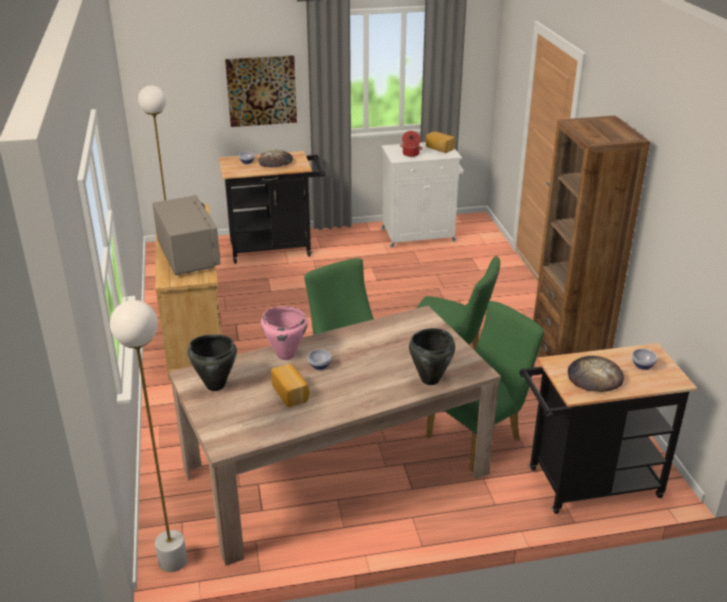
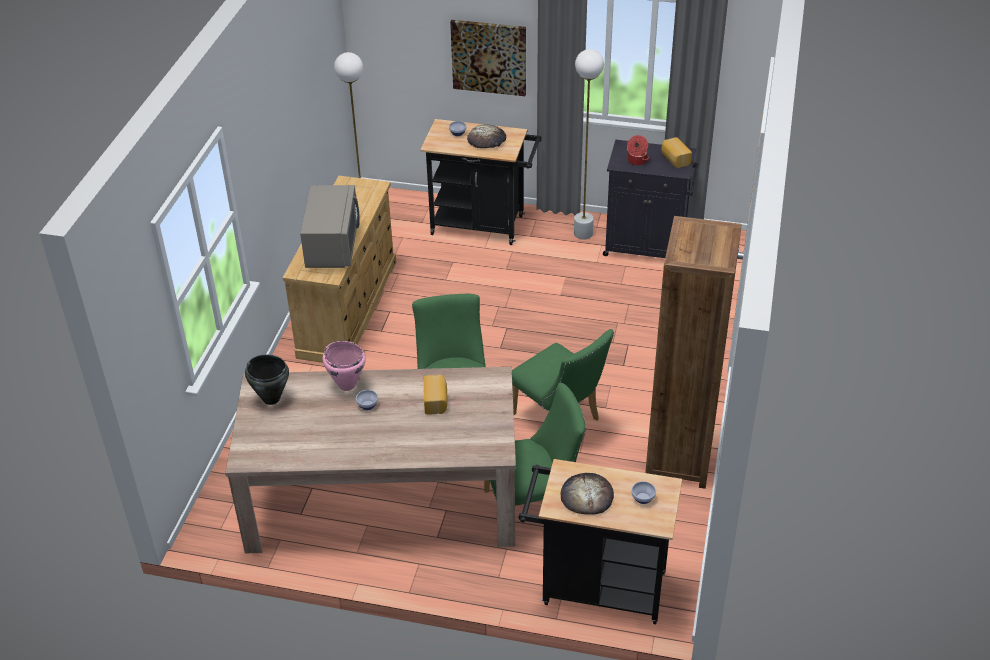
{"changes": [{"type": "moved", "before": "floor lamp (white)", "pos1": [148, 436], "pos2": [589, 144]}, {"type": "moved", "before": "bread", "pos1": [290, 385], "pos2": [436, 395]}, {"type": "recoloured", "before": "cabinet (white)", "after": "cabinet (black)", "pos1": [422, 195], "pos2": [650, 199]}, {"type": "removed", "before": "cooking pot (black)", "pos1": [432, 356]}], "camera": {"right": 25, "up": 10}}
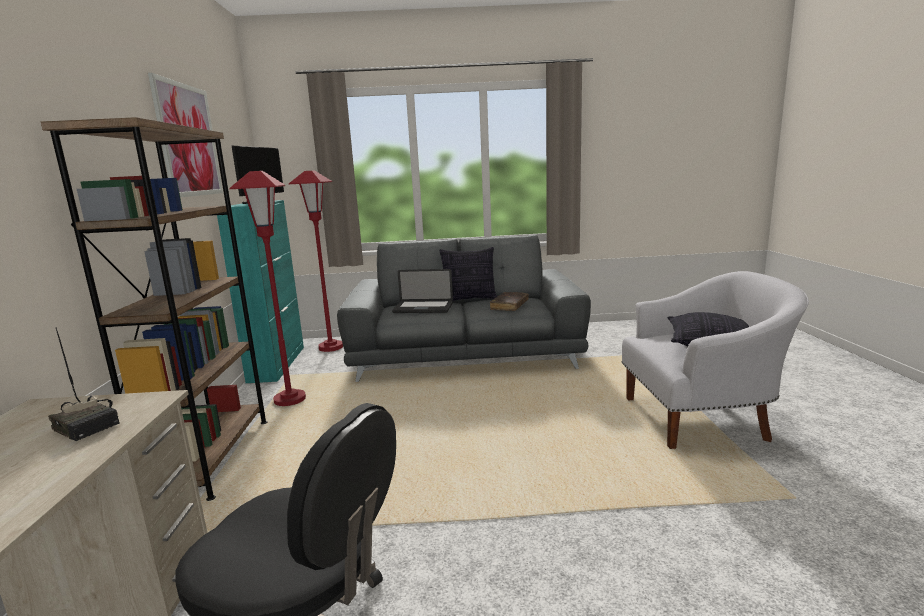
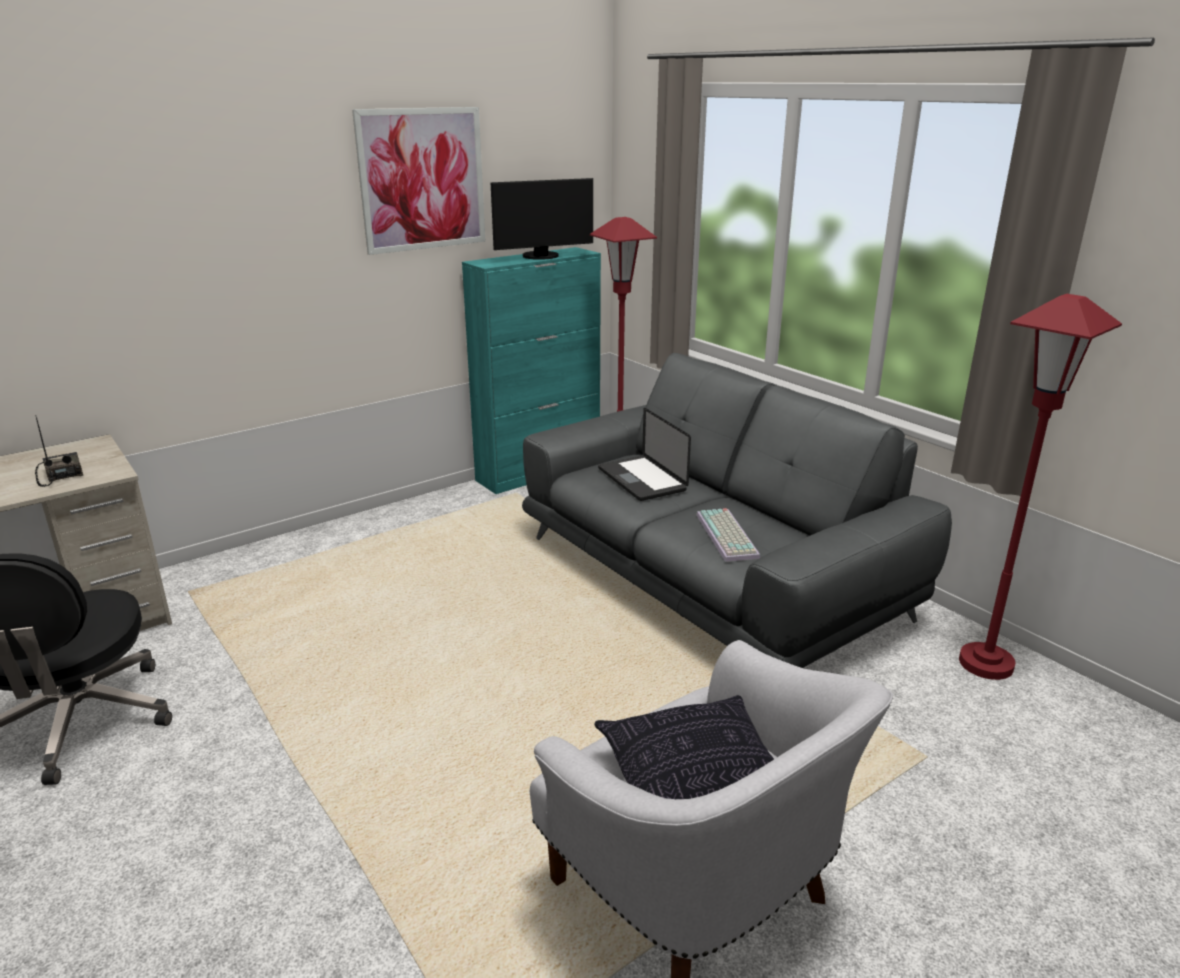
{"changes": [{"type": "removed", "before": "bookcase (brown)", "pos1": [154, 309]}, {"type": "turned", "before": "radio", "pos1": [84, 384], "pos2": [59, 451], "turn": 150}, {"type": "moved", "before": "floor lamp (red)", "pos1": [267, 288], "pos2": [1040, 487]}, {"type": "removed", "before": "pillow", "pos1": [468, 274]}, {"type": "replaced", "before": "book (brown)", "after": "keyboard", "pos1": [509, 301], "pos2": [728, 535]}], "camera": {"right": 55, "up": 10}}
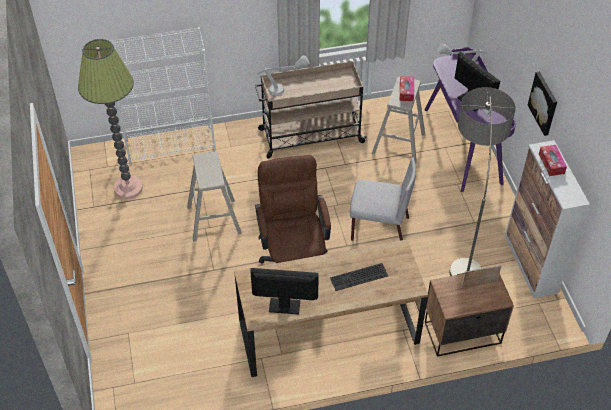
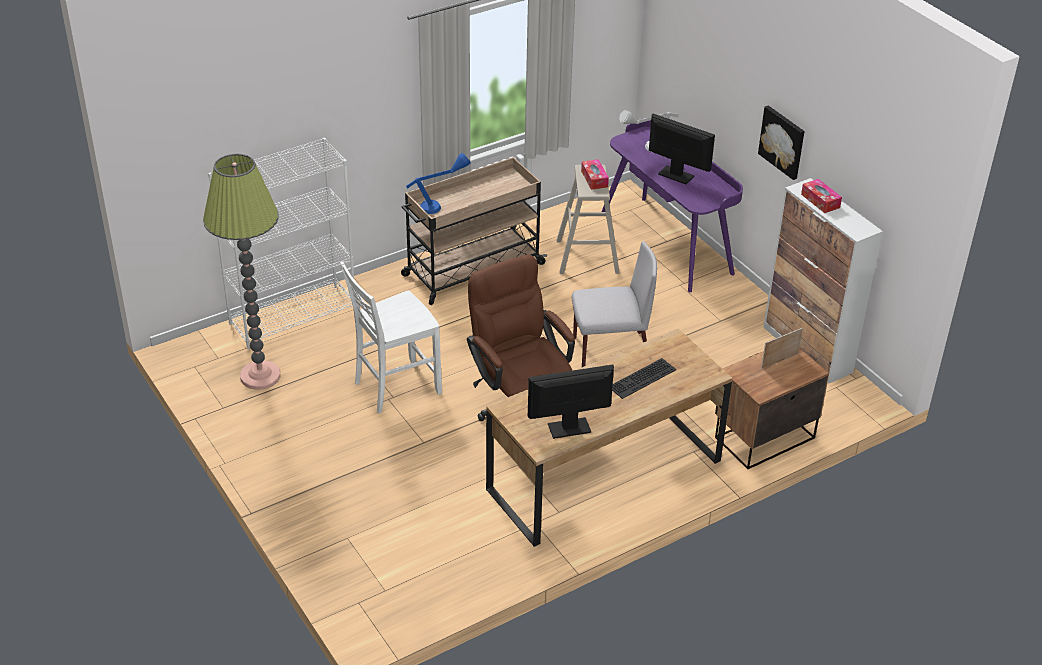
{"changes": [{"type": "replaced", "before": "stool (beige)", "after": "chair (white)", "pos1": [214, 196], "pos2": [391, 337]}, {"type": "recoloured", "before": "table lamp (grey)", "after": "table lamp (blue)", "pos1": [283, 75], "pos2": [438, 183]}, {"type": "removed", "before": "floor lamp", "pos1": [482, 181]}], "camera": {"right": -20, "up": -10}}
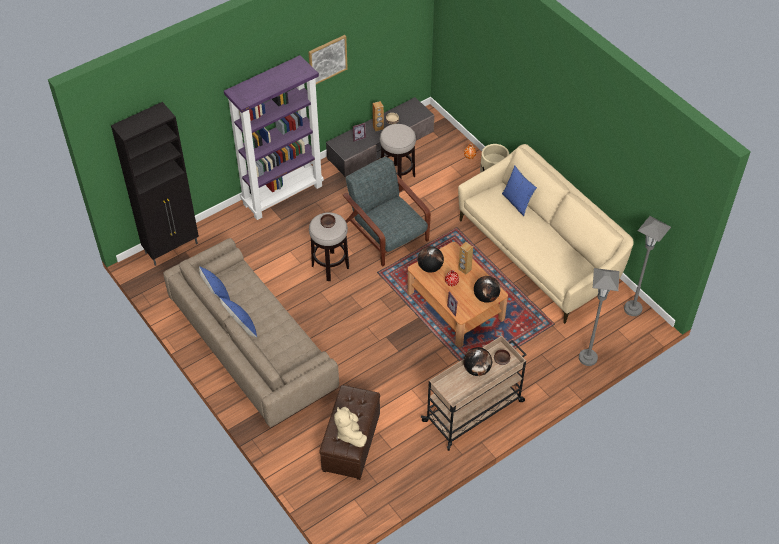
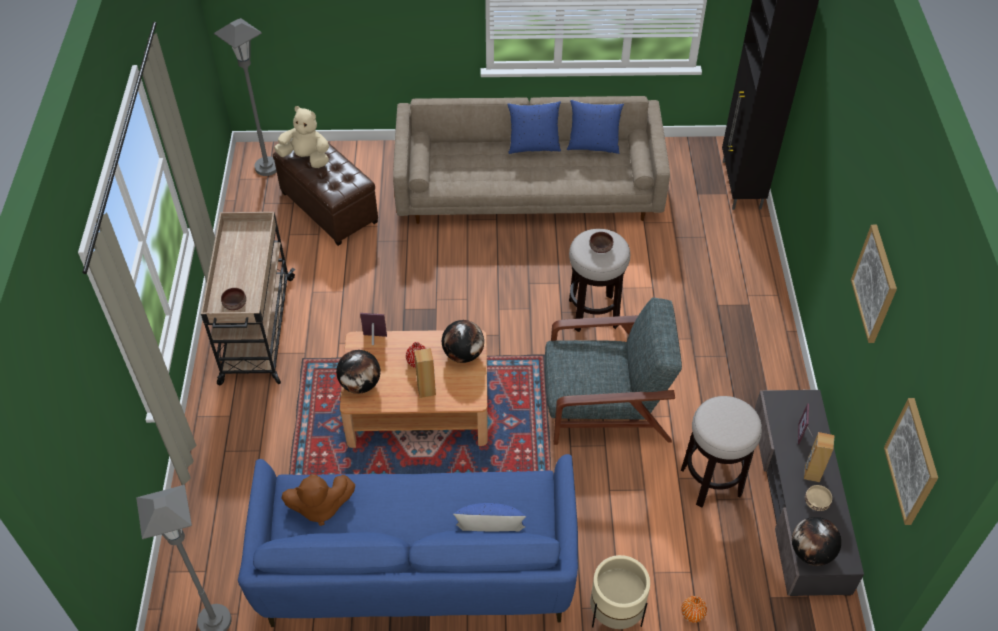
{"changes": [{"type": "removed", "before": "bookcase (purple)", "pos1": [274, 137]}, {"type": "recoloured", "before": "sofa (beige)", "after": "sofa (blue)", "pos1": [546, 234], "pos2": [408, 540]}, {"type": "moved", "before": "globe", "pos1": [477, 361], "pos2": [816, 541]}, {"type": "moved", "before": "floor lamp (grey)", "pos1": [599, 317], "pos2": [245, 97]}, {"type": "added", "after": "plush toy (brown)", "pos2": [318, 500]}, {"type": "added", "after": "picture", "pos2": [911, 461]}], "camera": {"right": 125, "up": 0}}
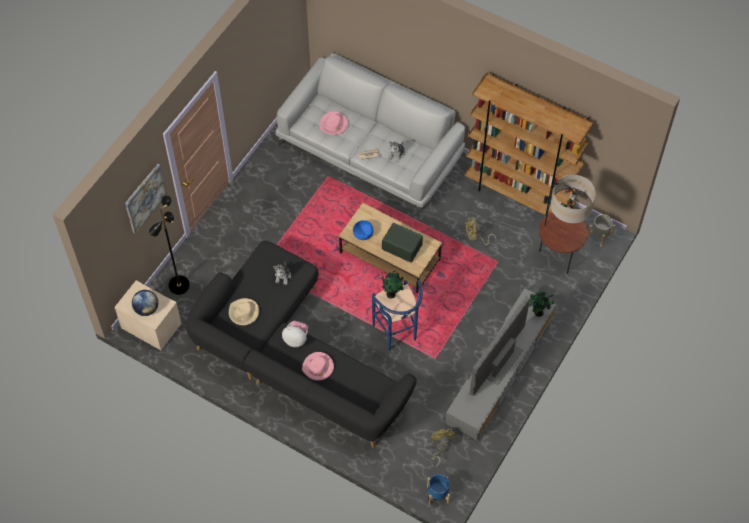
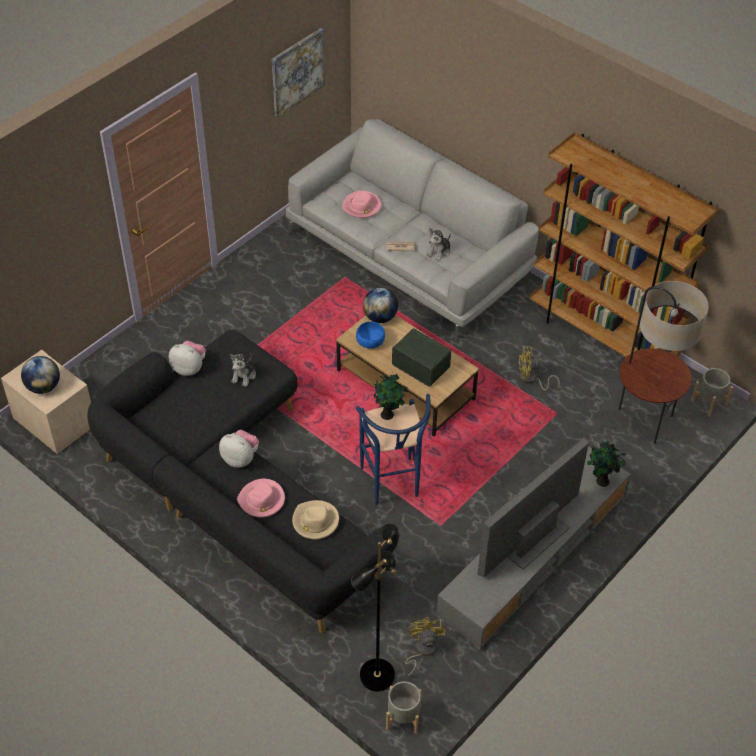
{"changes": [{"type": "moved", "before": "picture", "pos1": [146, 199], "pos2": [298, 72]}, {"type": "moved", "before": "floor lamp (black)", "pos1": [169, 245], "pos2": [375, 607]}, {"type": "moved", "before": "hat (beige)", "pos1": [244, 311], "pos2": [315, 519]}, {"type": "recoloured", "before": "planter (blue)", "after": "planter (grey)", "pos1": [438, 489], "pos2": [404, 707]}, {"type": "added", "after": "plush toy", "pos2": [187, 358]}, {"type": "added", "after": "globe", "pos2": [380, 305]}], "camera": {"right": 10, "up": -10}}
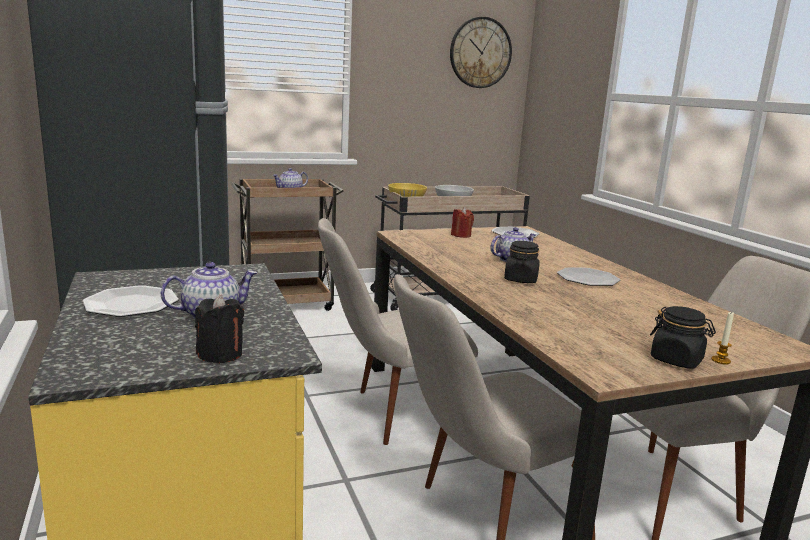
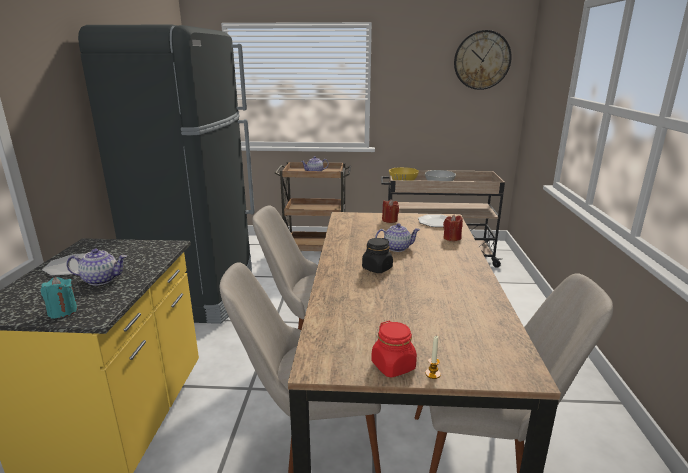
{"changes": [{"type": "recoloured", "before": "candle (black)", "after": "candle (turquoise)", "pos1": [219, 329], "pos2": [59, 298]}, {"type": "removed", "before": "plate", "pos1": [588, 276]}, {"type": "recoloured", "before": "jar (black)", "after": "jar (red)", "pos1": [683, 337], "pos2": [394, 349]}, {"type": "added", "after": "candle (red)", "pos2": [453, 227]}], "camera": {"right": 25, "up": 5}}
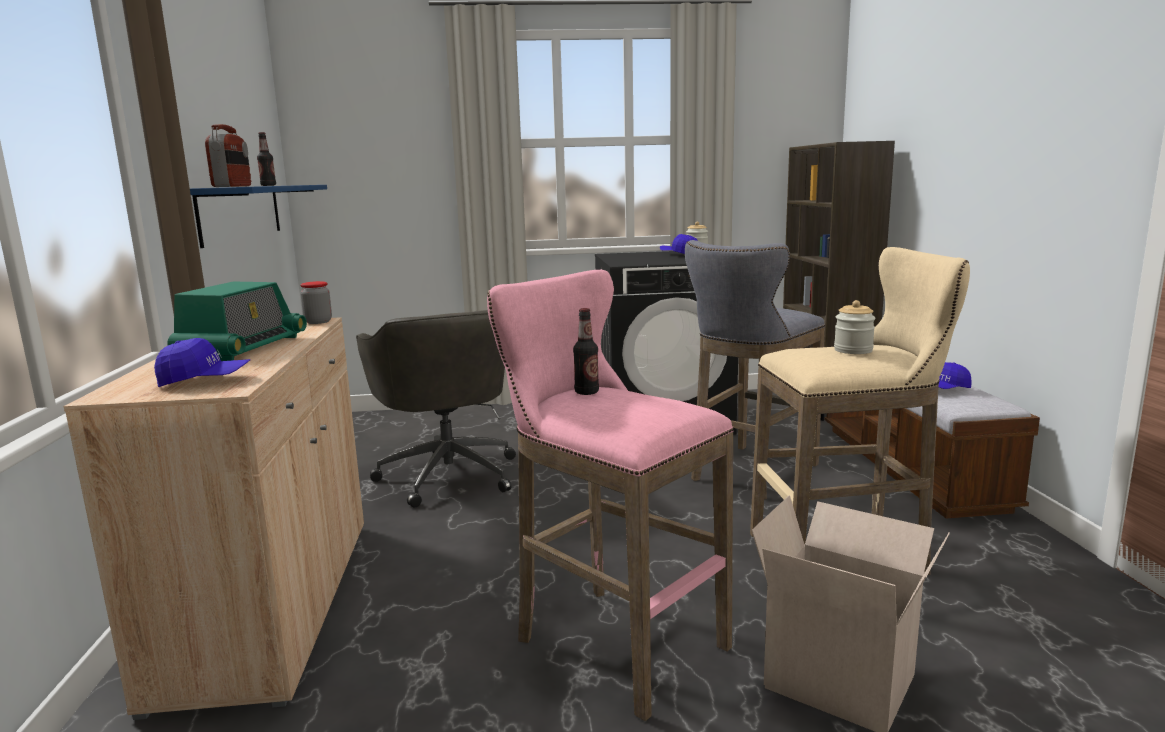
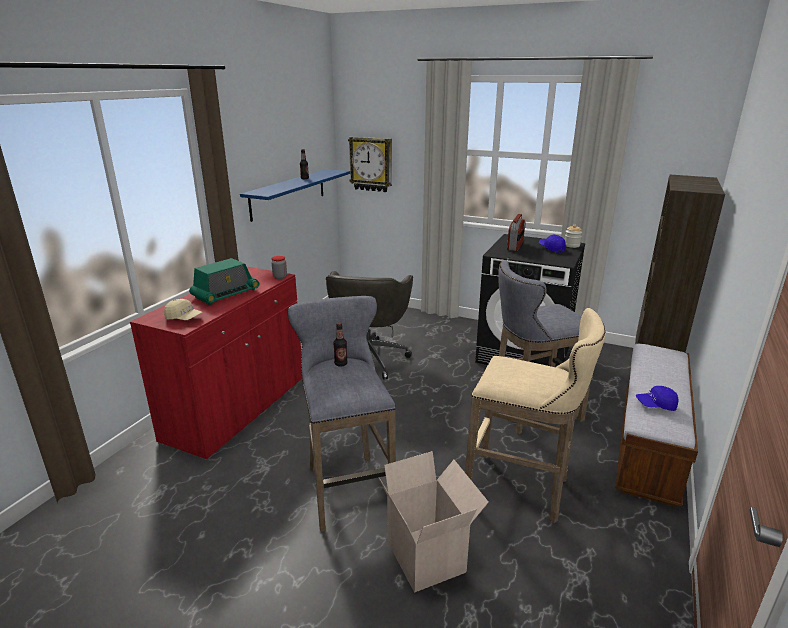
{"changes": [{"type": "recoloured", "before": "cabinet (beige)", "after": "cabinet (red)", "pos1": [214, 518], "pos2": [216, 364]}, {"type": "recoloured", "before": "cap (blue)", "after": "cap (beige)", "pos1": [202, 362], "pos2": [183, 309]}, {"type": "moved", "before": "radio", "pos1": [228, 155], "pos2": [516, 232]}, {"type": "recoloured", "before": "stool (pink)", "after": "stool (grey)", "pos1": [610, 495], "pos2": [342, 414]}, {"type": "removed", "before": "jar", "pos1": [855, 327]}, {"type": "added", "after": "wall clock", "pos2": [370, 164]}], "camera": {"right": 30, "up": 10}}
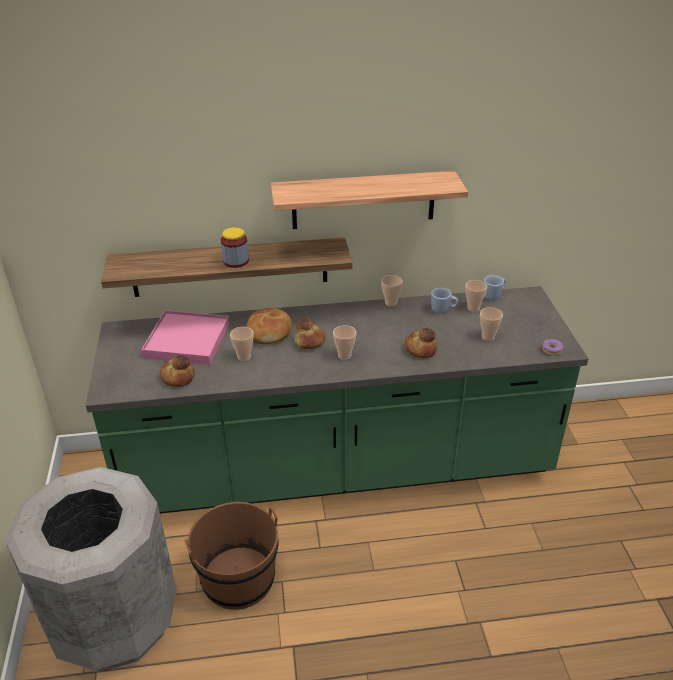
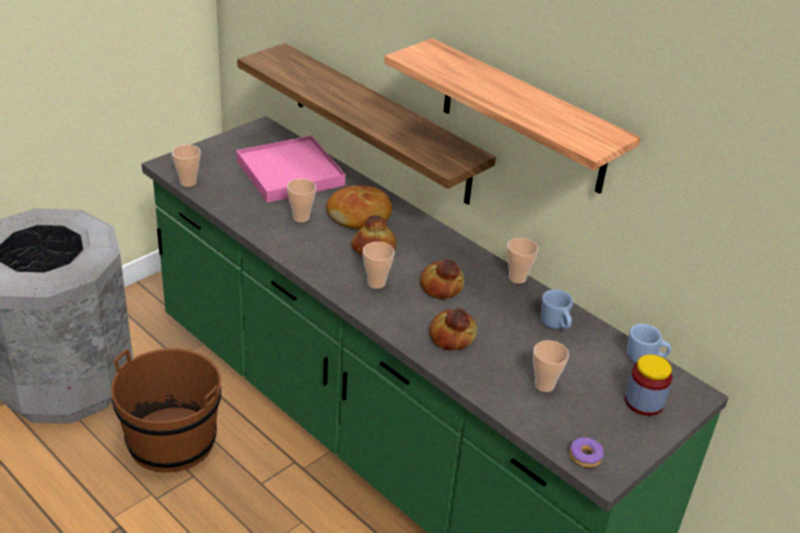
{"changes": [{"type": "moved", "before": "bread", "pos1": [177, 371], "pos2": [442, 279]}, {"type": "moved", "before": "jar", "pos1": [235, 247], "pos2": [649, 385]}, {"type": "moved", "before": "cup", "pos1": [476, 296], "pos2": [186, 166]}], "camera": {"right": 50, "up": 0}}
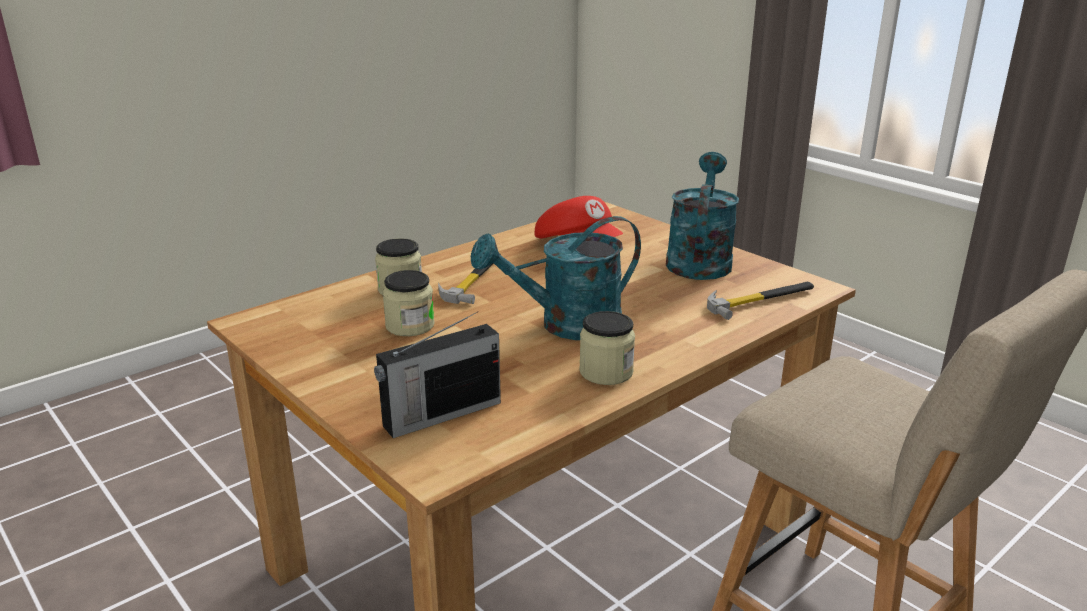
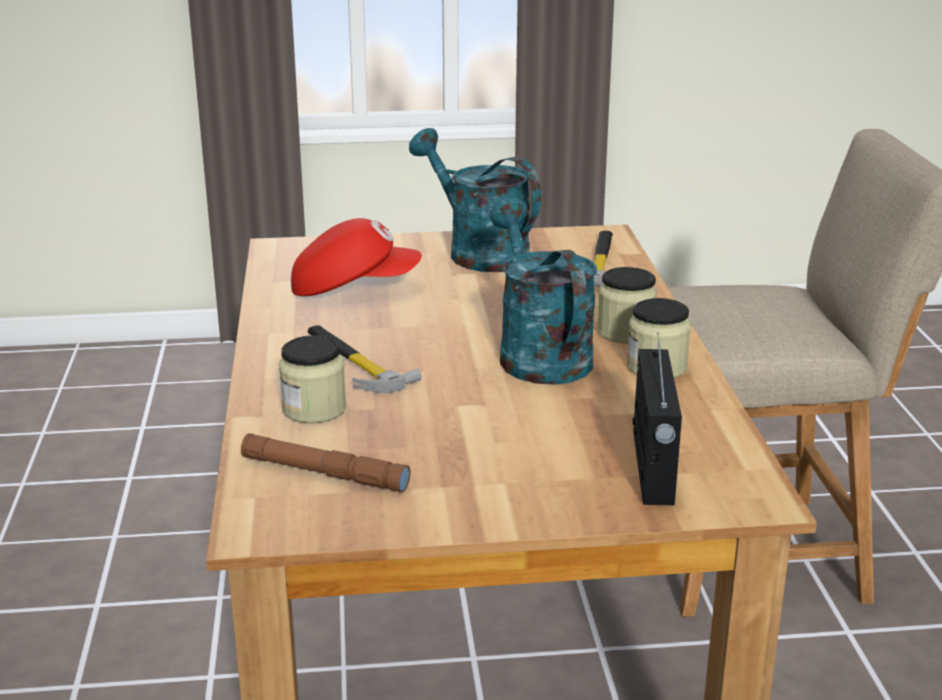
{"changes": [{"type": "moved", "before": "jar", "pos1": [408, 303], "pos2": [627, 305]}, {"type": "turned", "before": "watering can (turquoise)", "pos1": [556, 278], "pos2": [543, 291], "turn": 150}, {"type": "added", "after": "flashlight (brown)", "pos2": [326, 463]}], "camera": {"right": -55, "up": 0}}
